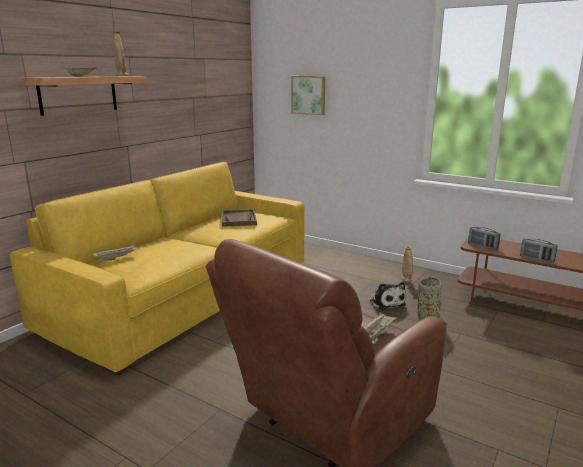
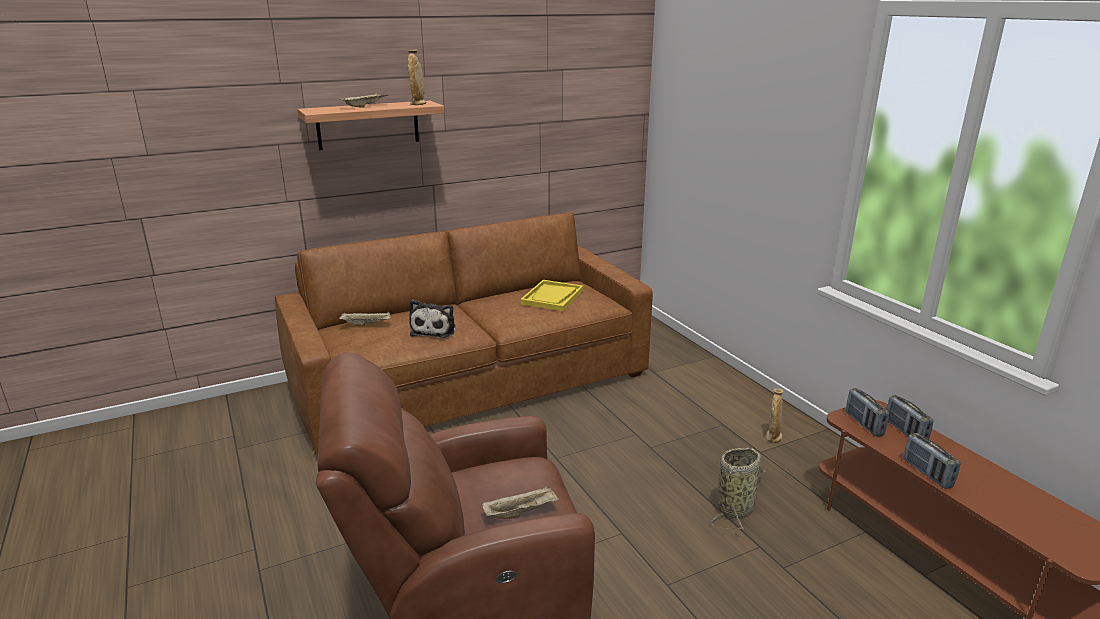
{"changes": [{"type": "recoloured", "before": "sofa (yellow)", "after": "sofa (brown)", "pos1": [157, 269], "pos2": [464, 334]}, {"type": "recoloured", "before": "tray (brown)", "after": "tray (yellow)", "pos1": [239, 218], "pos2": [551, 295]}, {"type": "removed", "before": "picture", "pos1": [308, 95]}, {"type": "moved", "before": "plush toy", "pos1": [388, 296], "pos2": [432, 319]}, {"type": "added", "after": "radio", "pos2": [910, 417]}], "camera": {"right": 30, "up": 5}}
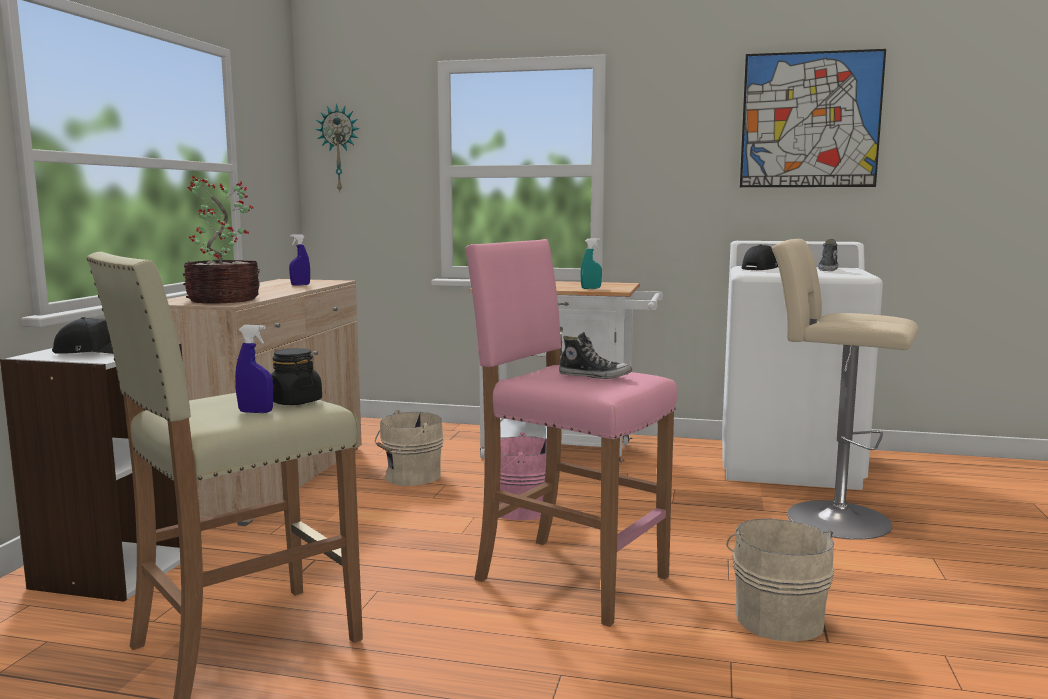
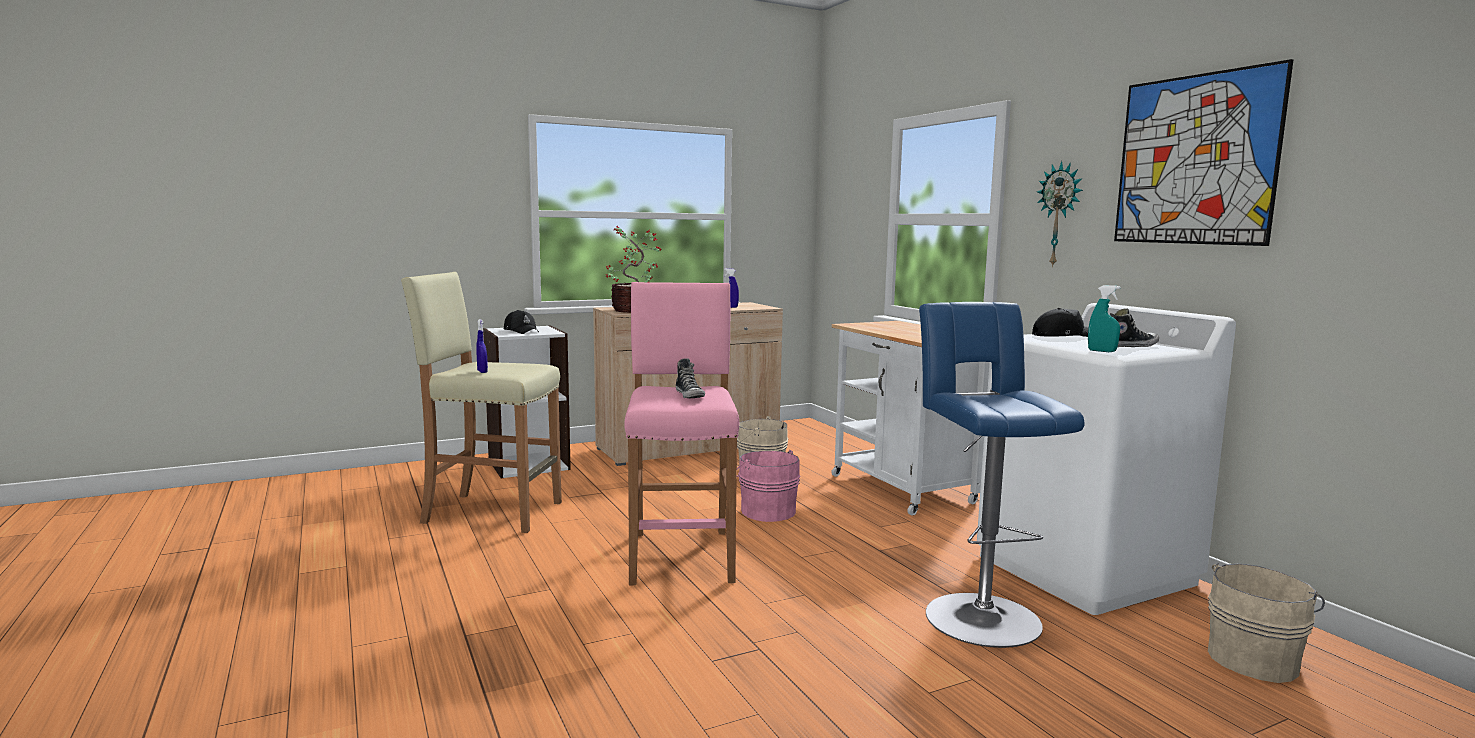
{"changes": [{"type": "removed", "before": "jar (black)", "pos1": [296, 376]}, {"type": "moved", "before": "wall clock", "pos1": [337, 148], "pos2": [1060, 214]}, {"type": "moved", "before": "spray bottle (turquoise)", "pos1": [591, 263], "pos2": [1104, 318]}, {"type": "moved", "before": "bucket (beige)", "pos1": [780, 580], "pos2": [1266, 623]}, {"type": "recoloured", "before": "stool (beige)", "after": "stool (blue)", "pos1": [845, 389], "pos2": [1002, 475]}], "camera": {"right": 50, "up": 0}}
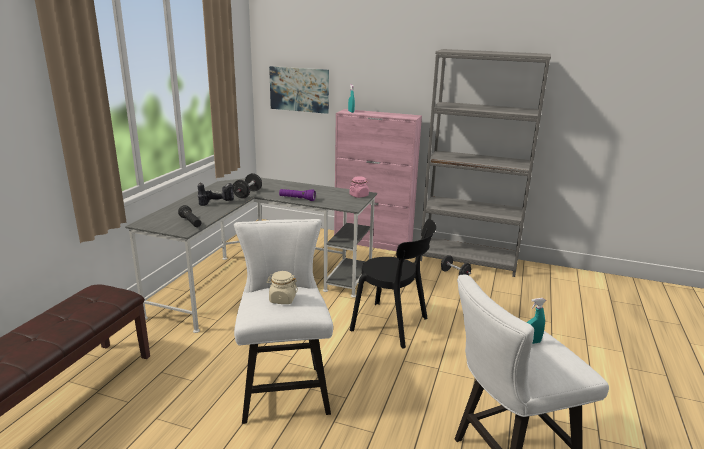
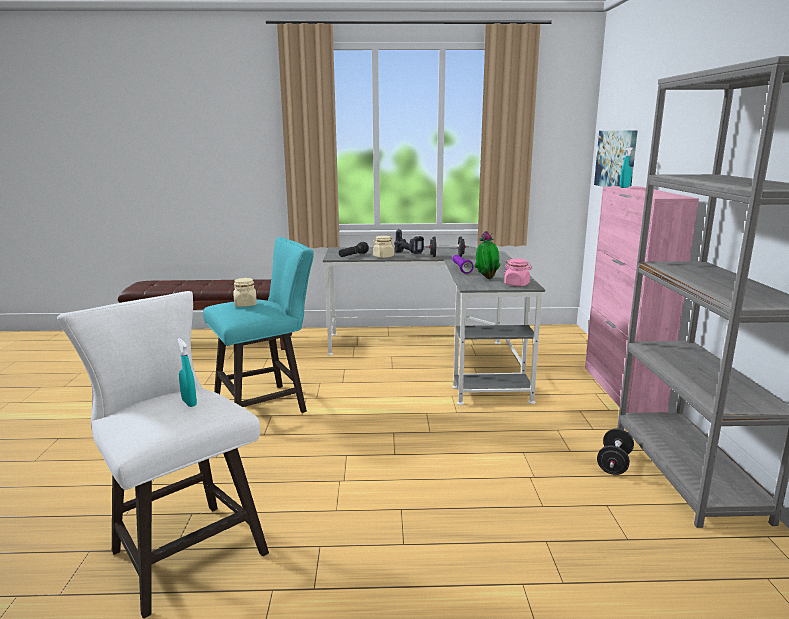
{"changes": [{"type": "recoloured", "before": "stool (white)", "after": "stool (turquoise)", "pos1": [283, 321], "pos2": [258, 325]}, {"type": "removed", "before": "chair (black)", "pos1": [393, 284]}, {"type": "added", "after": "jar (beige)", "pos2": [383, 247]}, {"type": "added", "after": "potted plant", "pos2": [487, 255]}], "camera": {"right": 70, "up": -5}}
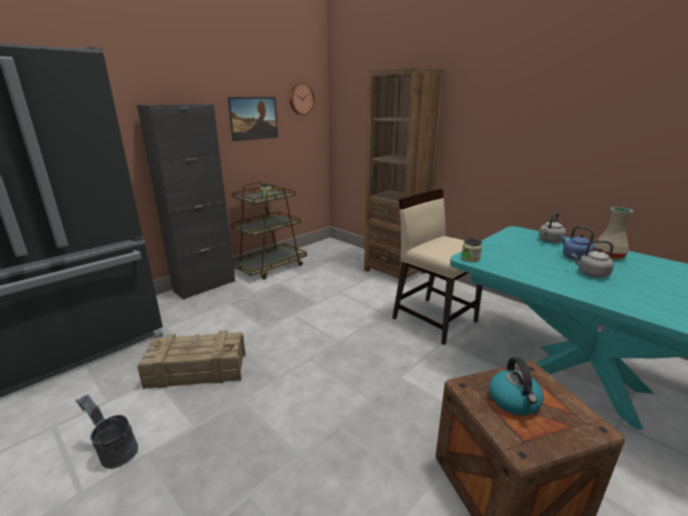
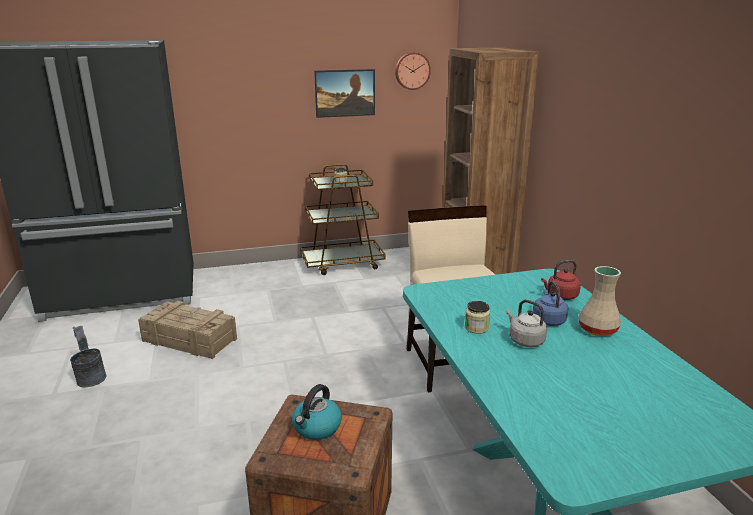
{"changes": [{"type": "removed", "before": "cabinet (black)", "pos1": [186, 202]}, {"type": "moved", "before": "jar", "pos1": [471, 250], "pos2": [477, 317]}, {"type": "recoloured", "before": "kettle (grey)", "after": "kettle (red)", "pos1": [552, 227], "pos2": [561, 280]}], "camera": {"right": 30, "up": 0}}
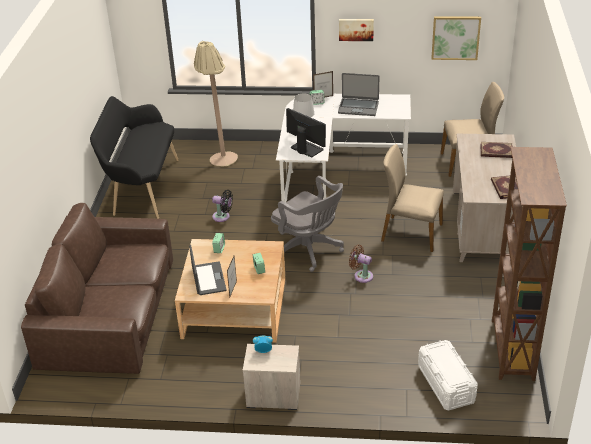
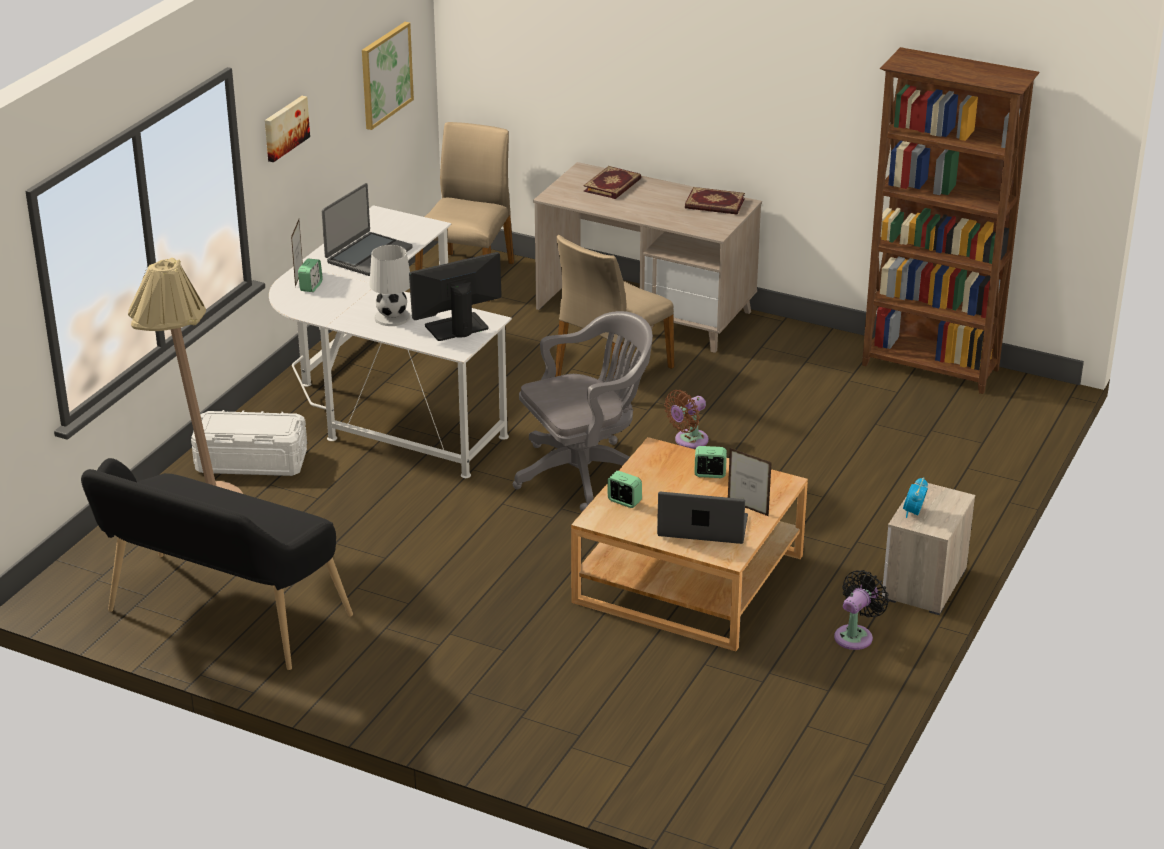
{"changes": [{"type": "removed", "before": "sofa (brown)", "pos1": [97, 288]}, {"type": "moved", "before": "fan (black)", "pos1": [222, 206], "pos2": [861, 610]}, {"type": "moved", "before": "storage box (white)", "pos1": [448, 375], "pos2": [249, 443]}], "camera": {"right": -70, "up": -5}}
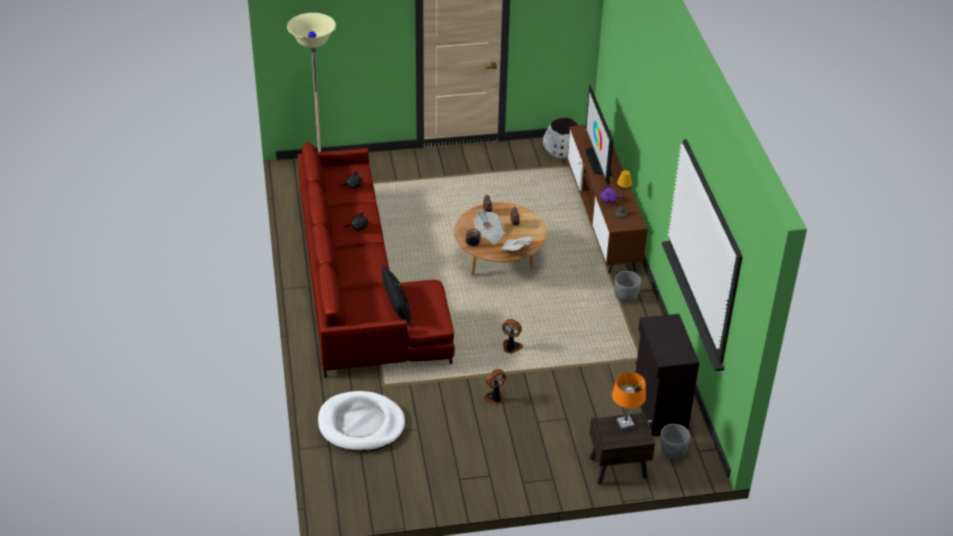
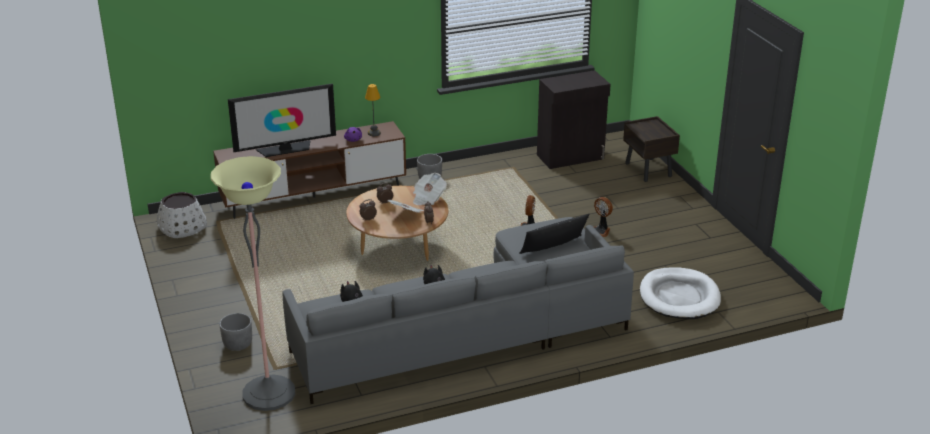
{"changes": [{"type": "recoloured", "before": "sofa (red)", "after": "sofa (grey)", "pos1": [376, 260], "pos2": [458, 310]}, {"type": "removed", "before": "table lamp (orange)", "pos1": [629, 401]}, {"type": "moved", "before": "planter (grey)", "pos1": [675, 441], "pos2": [235, 332]}], "camera": {"right": -100, "up": -10}}
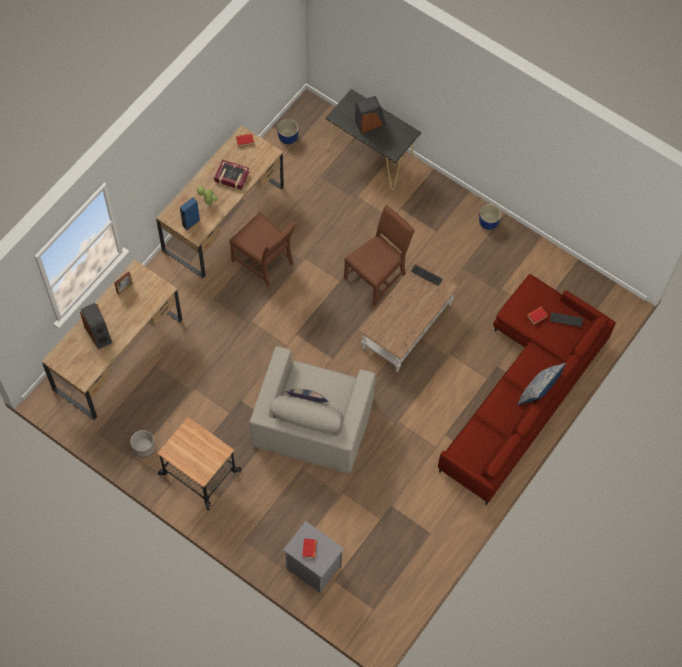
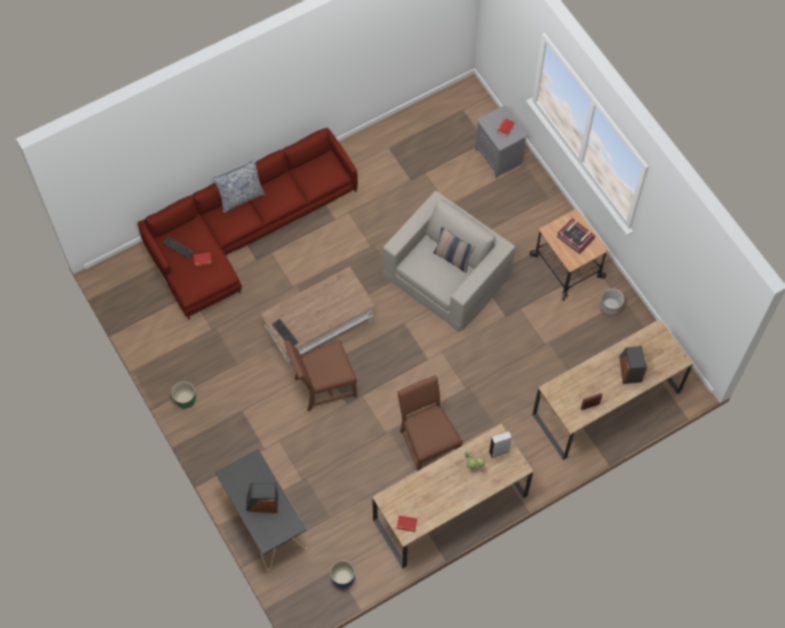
{"changes": [{"type": "recoloured", "before": "speaker (blue)", "after": "speaker (grey)", "pos1": [190, 214], "pos2": [500, 444]}, {"type": "moved", "before": "book", "pos1": [232, 175], "pos2": [576, 236]}, {"type": "recoloured", "before": "planter (blue)", "after": "planter (green)", "pos1": [490, 217], "pos2": [183, 395]}], "camera": {"right": -155, "up": 0}}
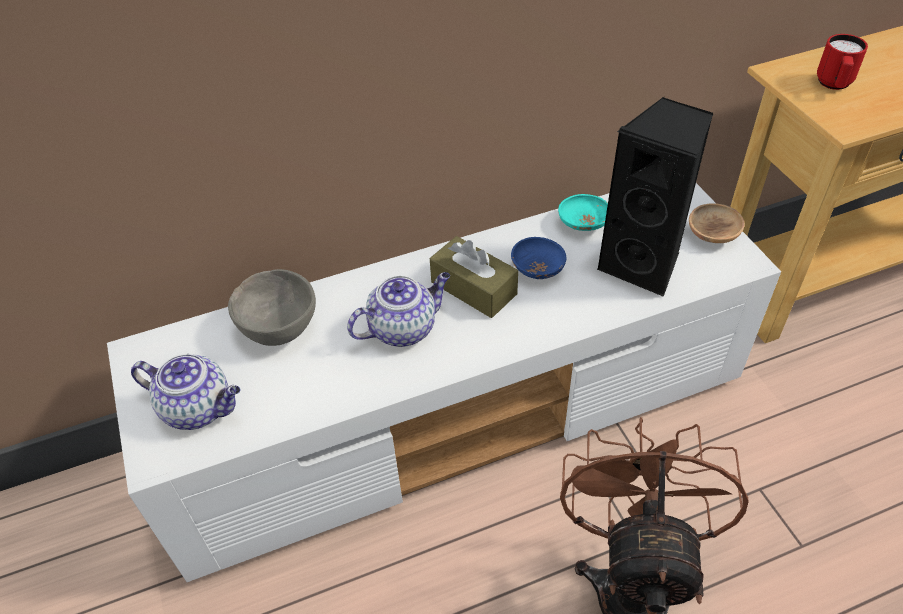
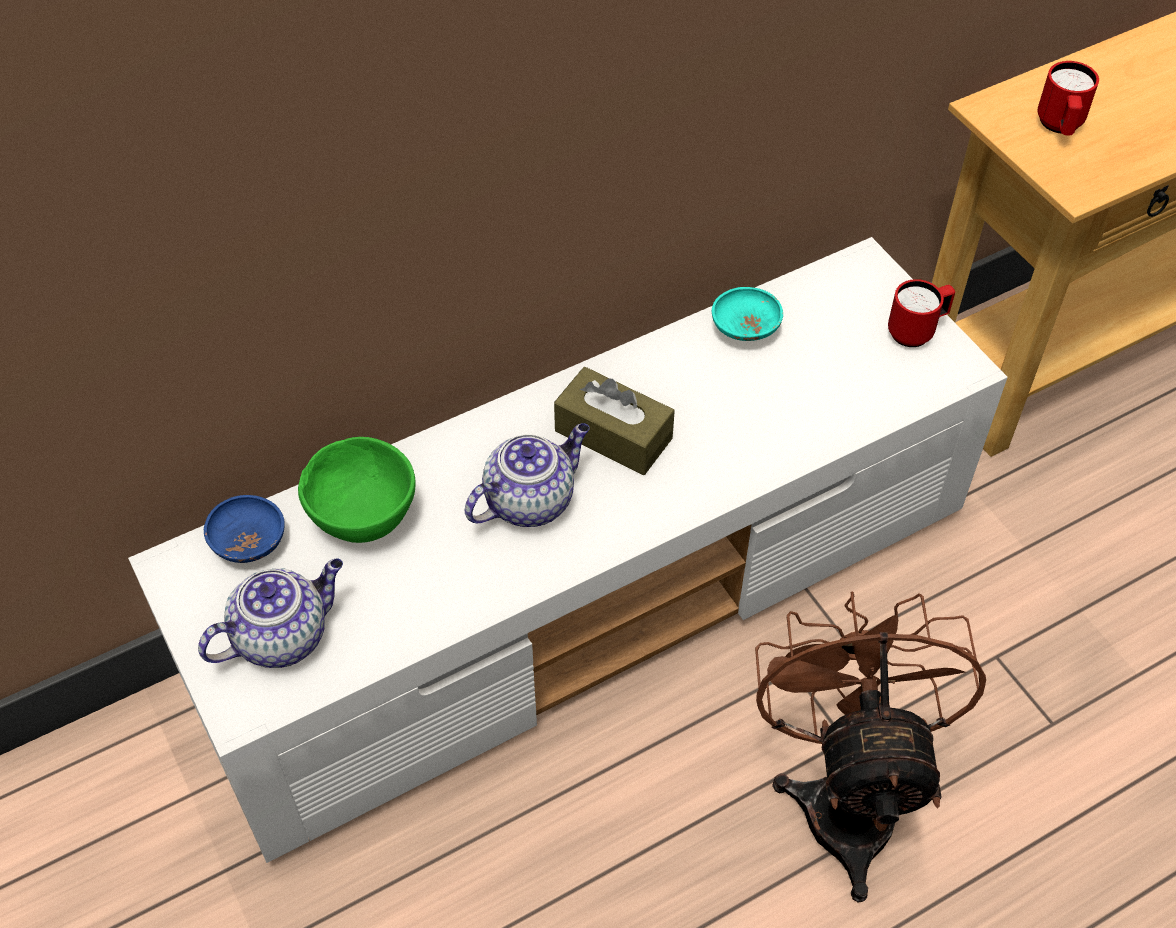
{"changes": [{"type": "turned", "before": "teapot", "pos1": [186, 392], "pos2": [270, 613], "turn": -45}, {"type": "recoloured", "before": "bowl (grey)", "after": "bowl (green)", "pos1": [272, 307], "pos2": [356, 490]}, {"type": "moved", "before": "bowl (blue)", "pos1": [538, 258], "pos2": [244, 529]}, {"type": "removed", "before": "speaker (black)", "pos1": [655, 197]}, {"type": "replaced", "before": "bowl (brown)", "after": "mug (red)", "pos1": [717, 223], "pos2": [921, 313]}], "camera": {"right": -10, "up": 5}}
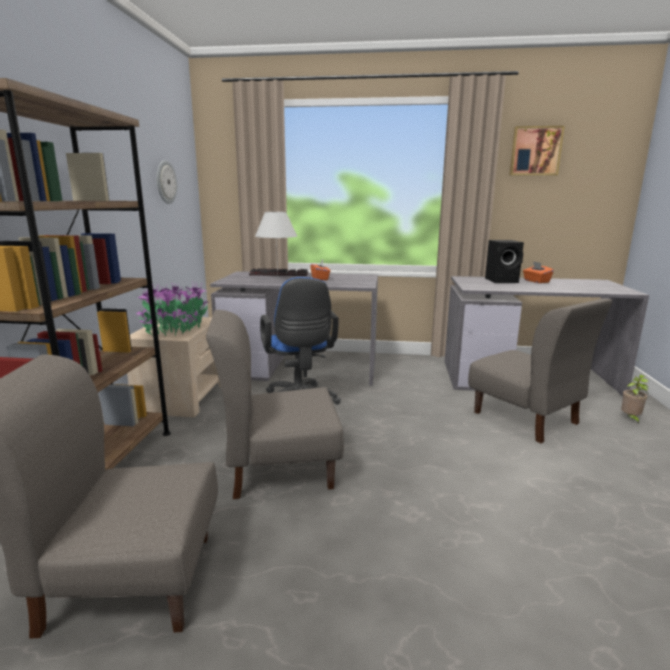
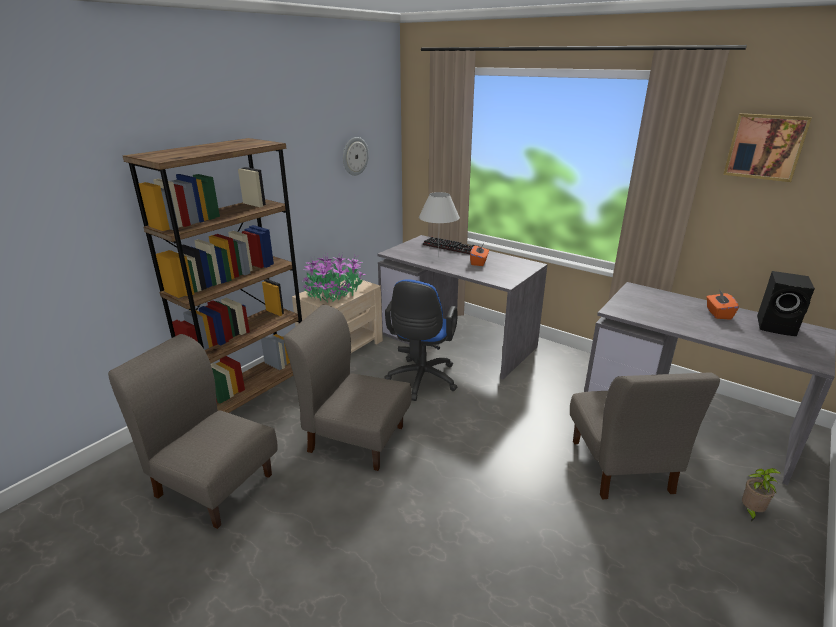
{"changes": [{"type": "moved", "before": "speaker (black)", "pos1": [504, 261], "pos2": [786, 303]}], "camera": {"right": 30, "up": 10}}
